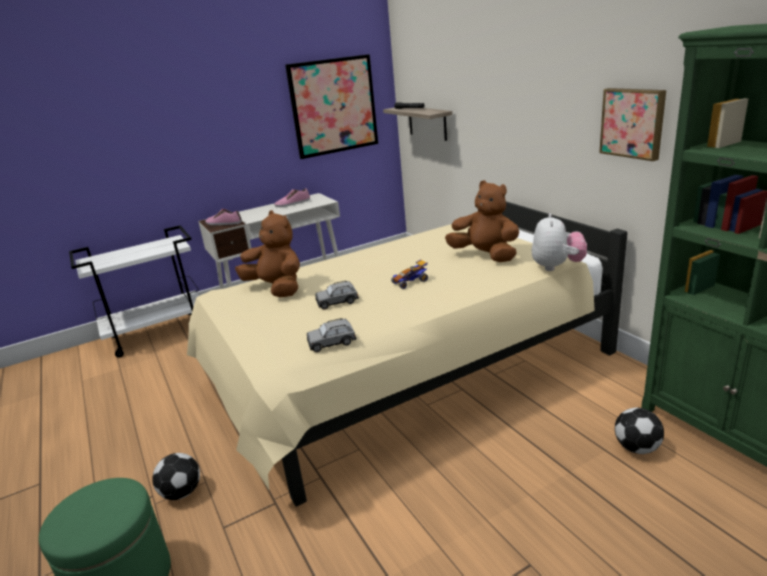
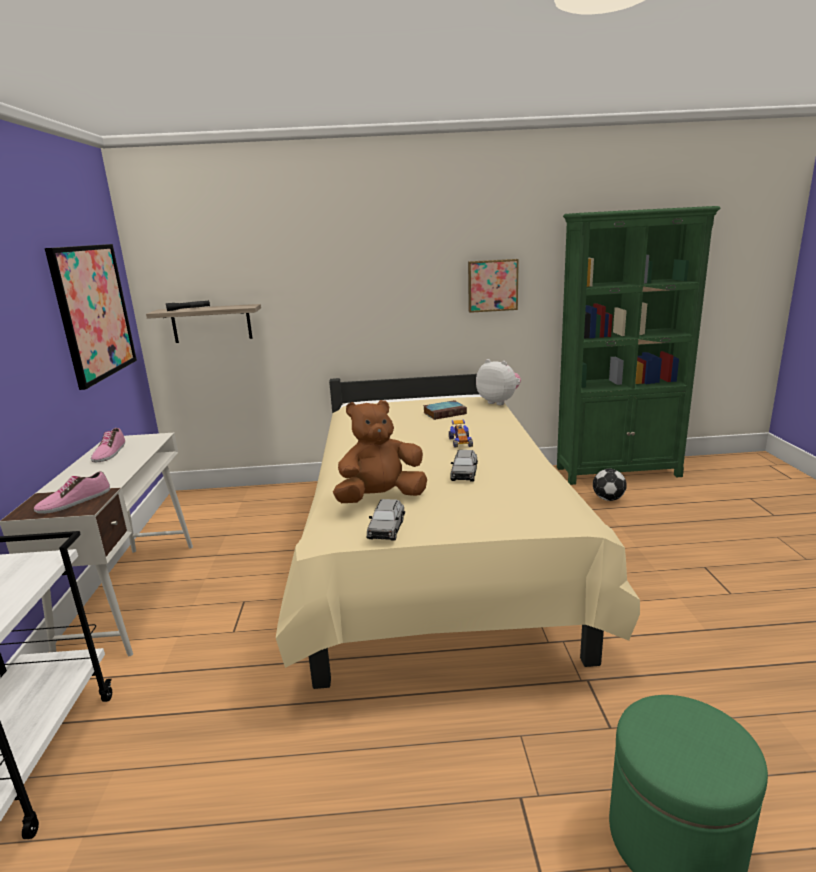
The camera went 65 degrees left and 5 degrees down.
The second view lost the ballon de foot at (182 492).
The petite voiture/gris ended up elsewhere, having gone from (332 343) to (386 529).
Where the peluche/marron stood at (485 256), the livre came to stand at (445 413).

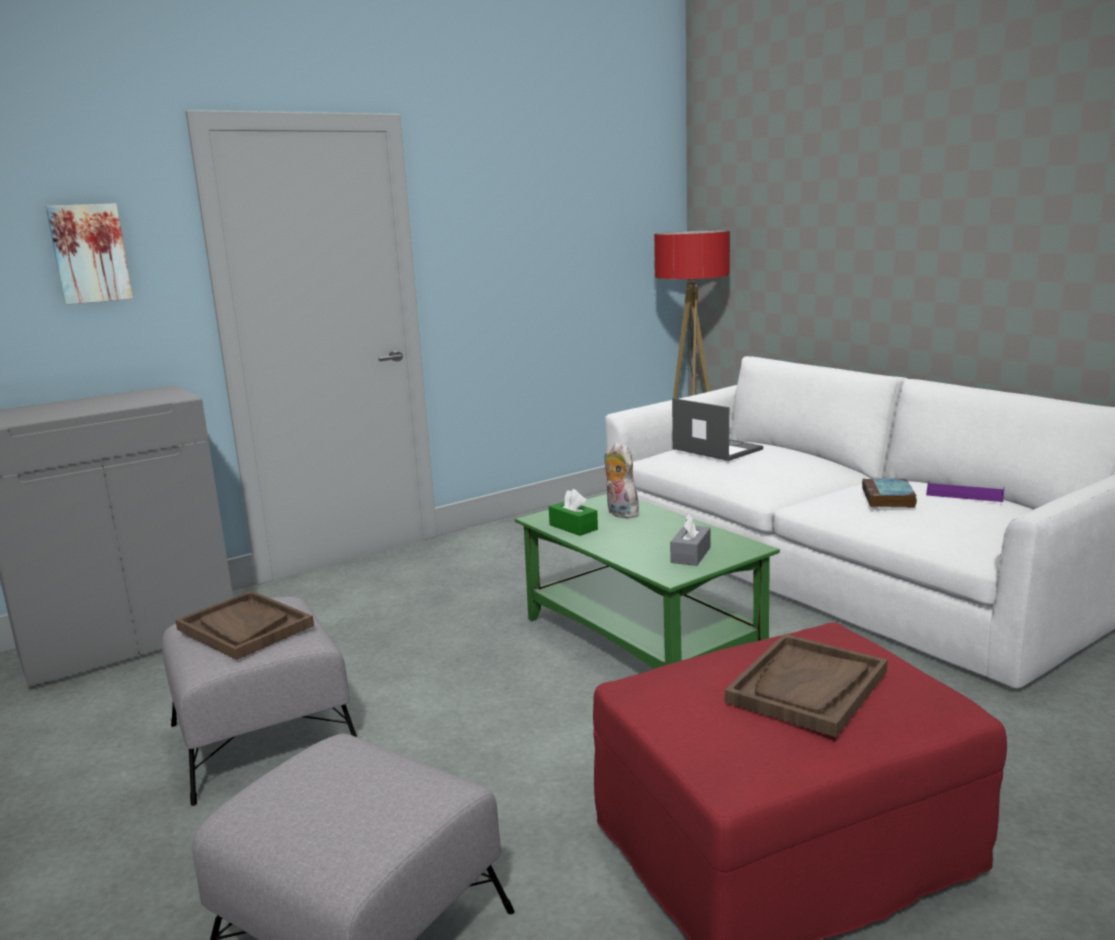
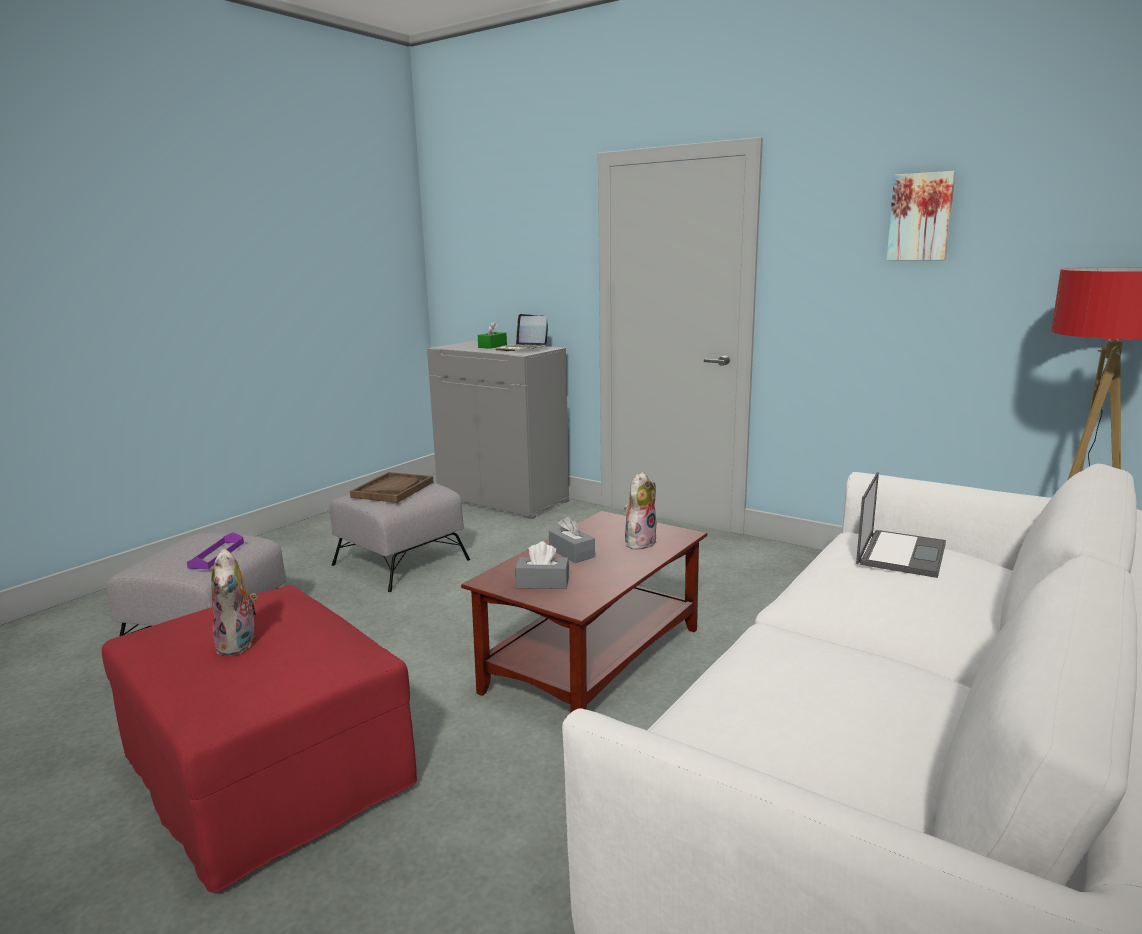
The camera went 70 degrees right and 0 degrees up.
The second view lost the livre at (889 498).
The second view gained the ordinateur portable at (522 349).
The second view gained the boîte à mouchoirs/gris at (571 553).
The tableau ended up elsewhere, having gone from (89 253) to (920 217).
The boîte à mouchoirs/vert ended up elsewhere, having gone from (573 527) to (492 346).
The plateau/violet ended up elsewhere, having gone from (964 495) to (216 555).
Where the plateau/marron stood at (807 687), the peluche came to stand at (239 644).
What was the table basse/vert at (643 640) turned into the table basse/marron at (594 661).

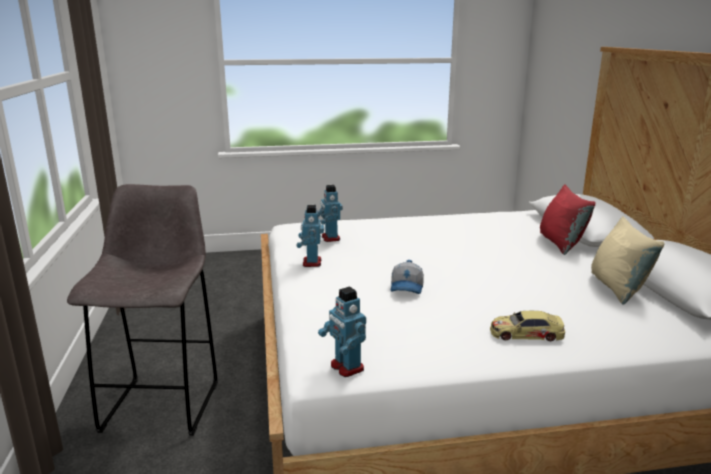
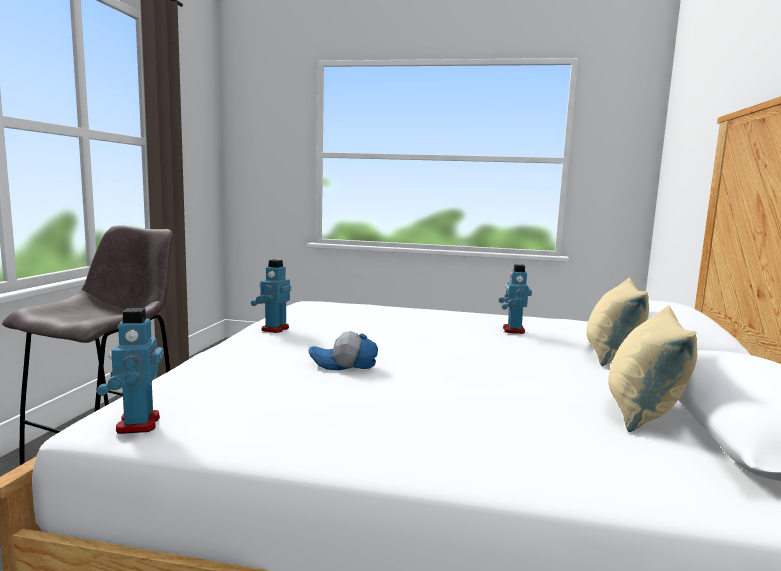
The camera went 20 degrees right and 10 degrees down.
The second view lost the petite voiture at (526 333).
The robot jouet ended up elsewhere, having gone from (330 238) to (513 330).
What was the coussin/rouge at (561 244) turned into the coussin/beige at (611 355).
The casquette at (407 287) ended up facing another way, 60 degrees clockwise from before.

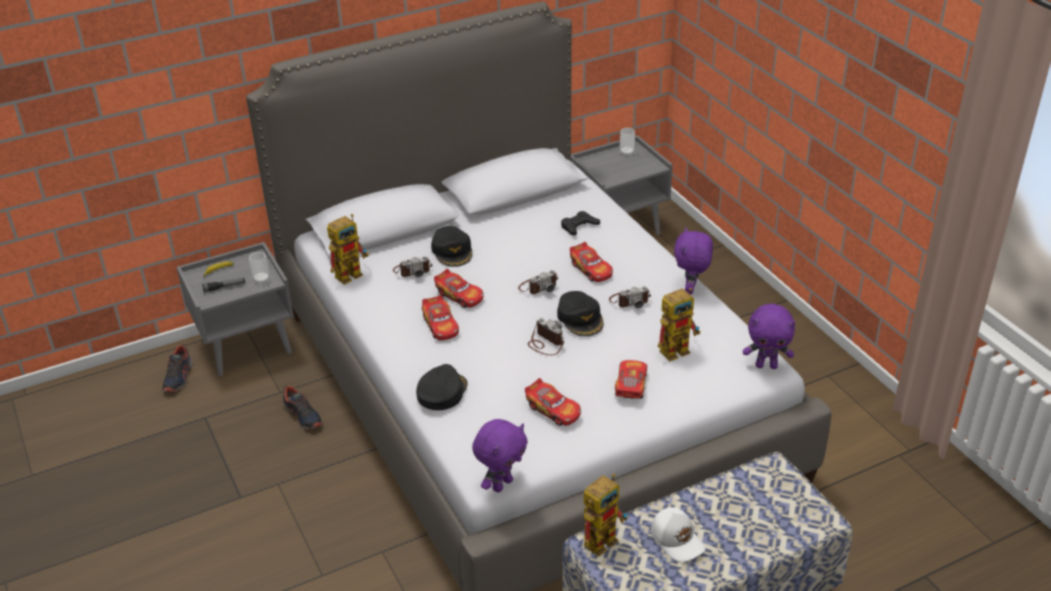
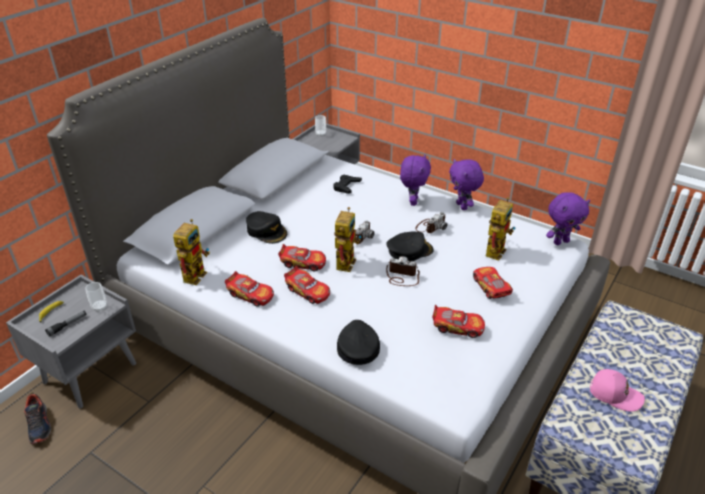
The camera went 30 degrees left and 0 degrees up.
The second view lost the chaussure at (303 415).
The second view lost the appareil photo at (412 270).
The peluche/violet ended up elsewhere, having gone from (501 484) to (412 201).
The petite voiture ended up elsewhere, having gone from (591 269) to (251 295).
The robot jouet ended up elsewhere, having gone from (603 537) to (345 261).
What was the casquette/blanc at (677 539) turned into the casquette/rose at (615 394).
The casquette/noir at (580 318) ended up facing another way, 60 degrees counterclockwise from before.

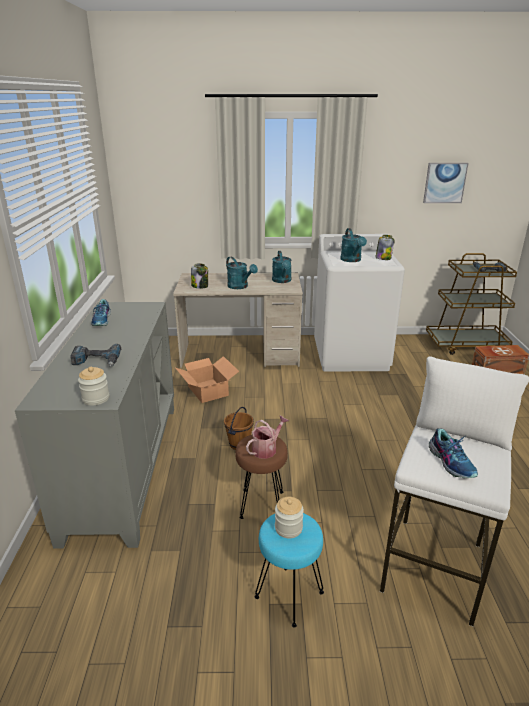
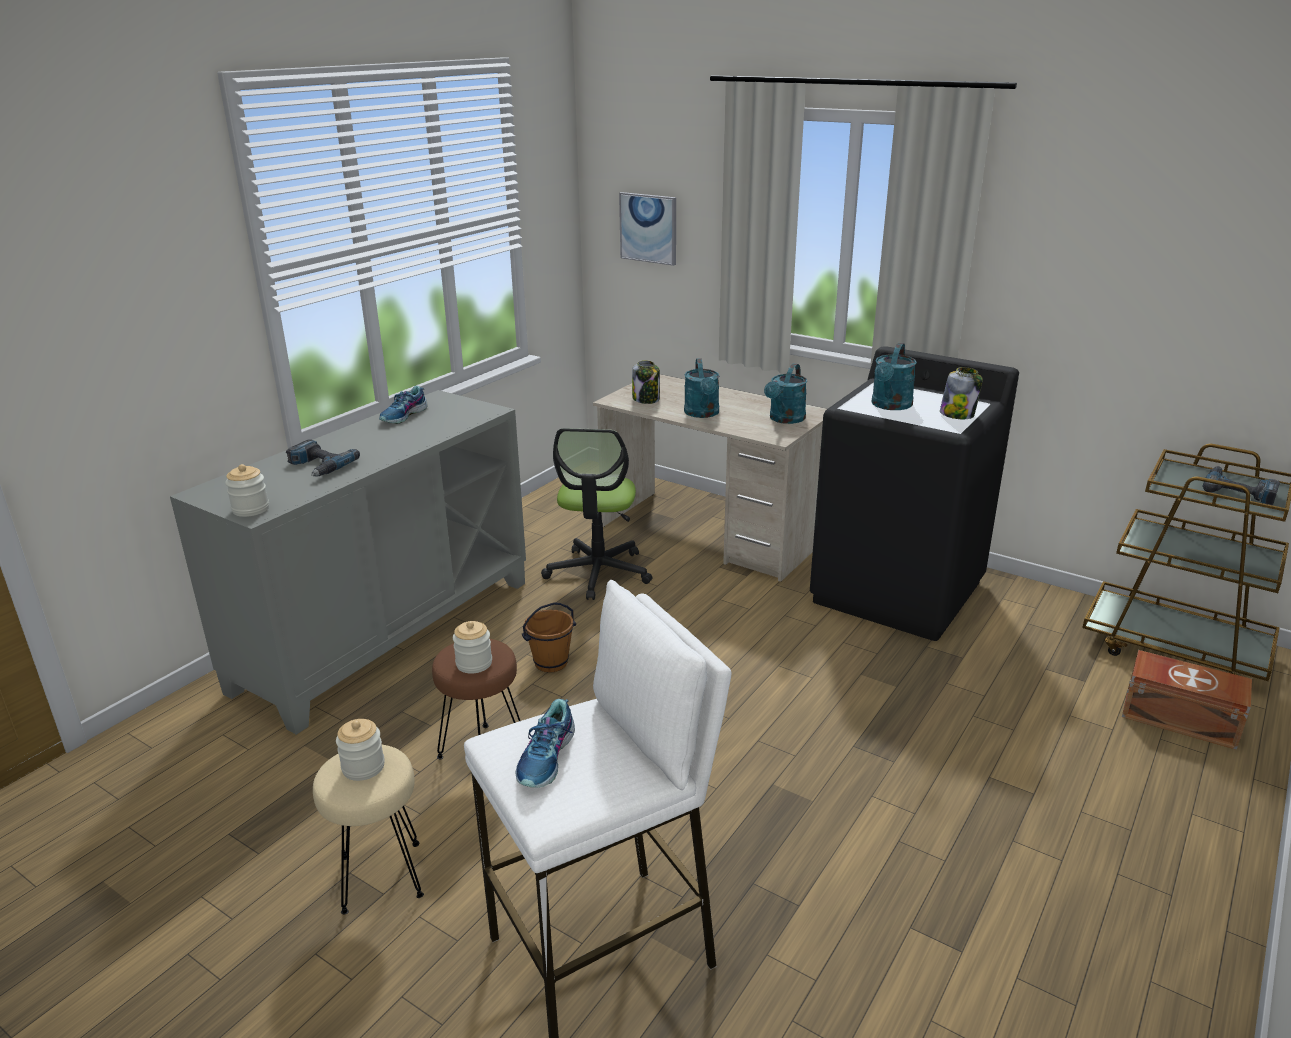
The camera went 35 degrees right and 0 degrees up.
The tableau ended up elsewhere, having gone from (444 183) to (648 228).
Where the carton stood at (207 391), the chaise de bureau came to stand at (598 573).
Where the arrosoir stood at (267 449), the bocal came to stand at (474 663).
What was the tabouret/turquoise at (288 596) turned into the tabouret/beige at (380 876).
What was the lave-linge/blanc at (351 355) turned into the lave-linge/noir at (898 592).

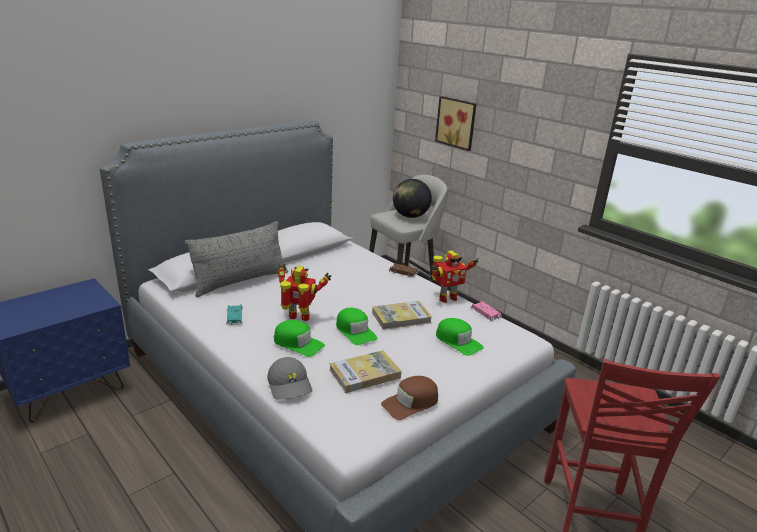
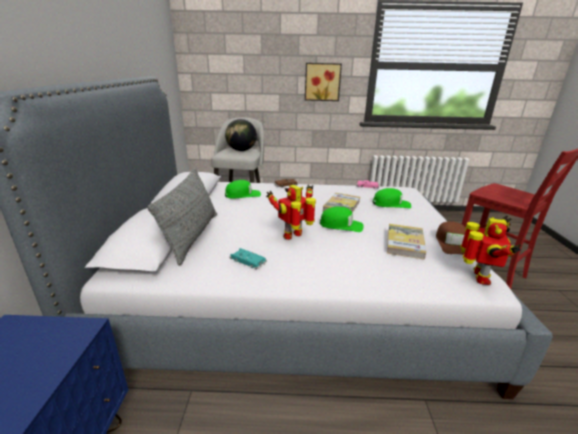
The camera went 45 degrees left and 0 degrees up.
The second view lost the casquette/gris at (290 385).
The casquette/vert ended up elsewhere, having gone from (298 343) to (243 194).
The robot jouet ended up elsewhere, having gone from (446 298) to (479 277).
The tableau ended up elsewhere, having gone from (457 123) to (322 82).

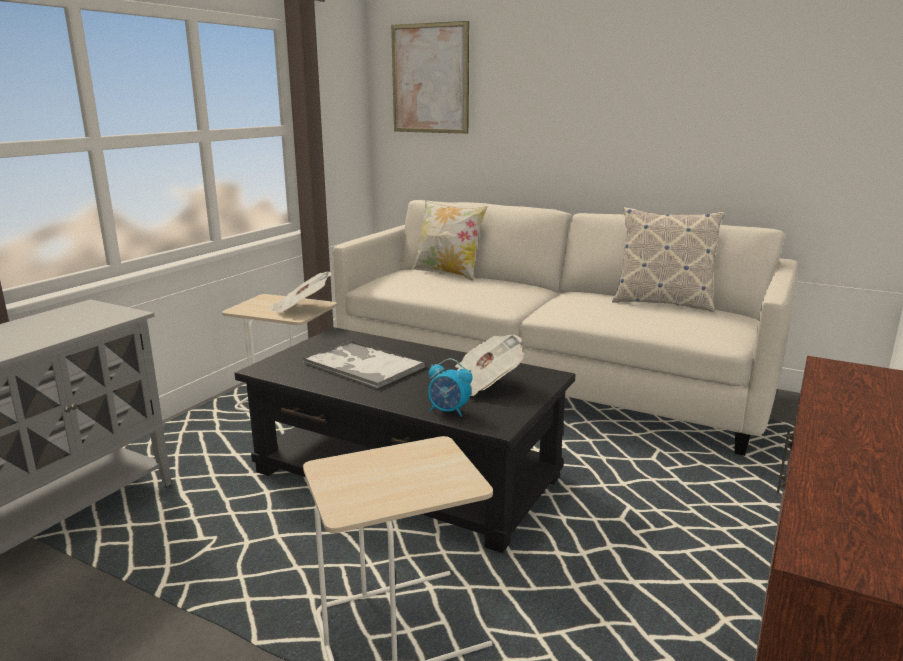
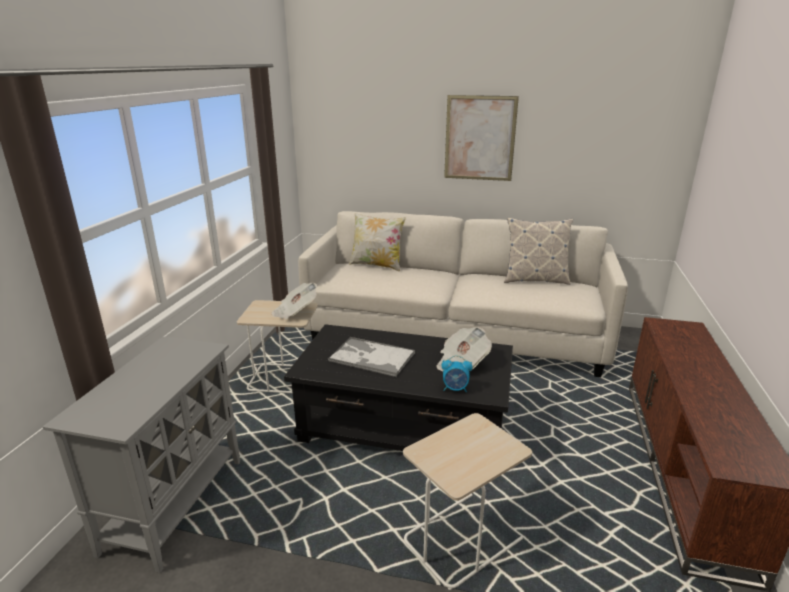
The camera went 15 degrees left and 5 degrees up.
The tableau ended up elsewhere, having gone from (430 79) to (479 138).

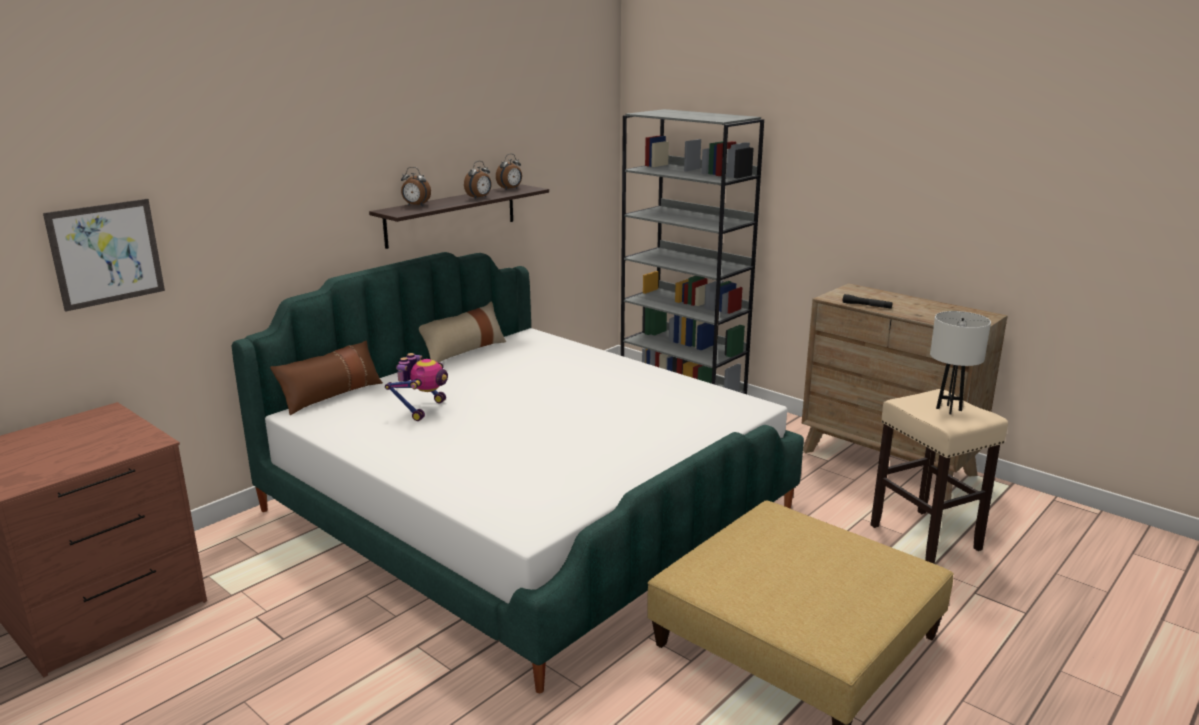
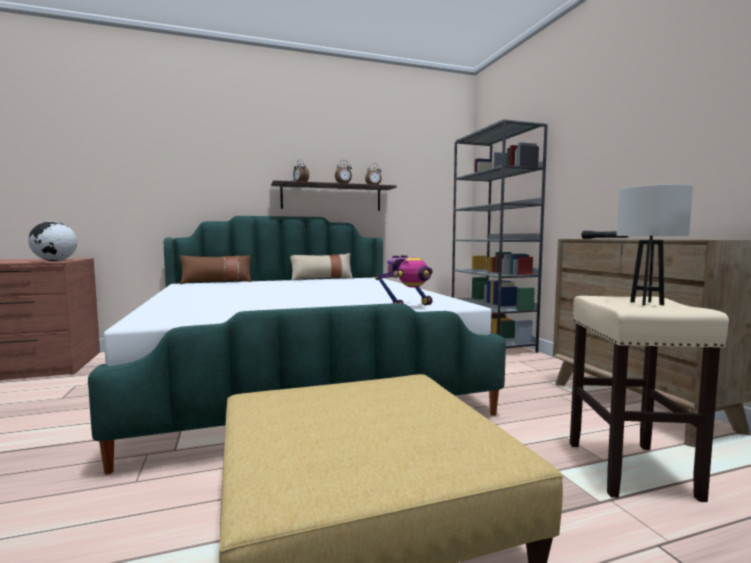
The camera went 30 degrees right and 15 degrees down.
The second view lost the tableau at (106 253).
The second view gained the globe at (54 261).
The robot jouet ended up elsewhere, having gone from (423 409) to (408 306).

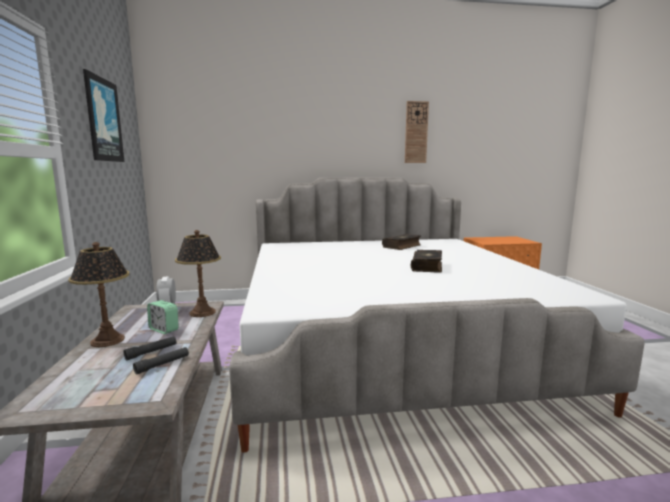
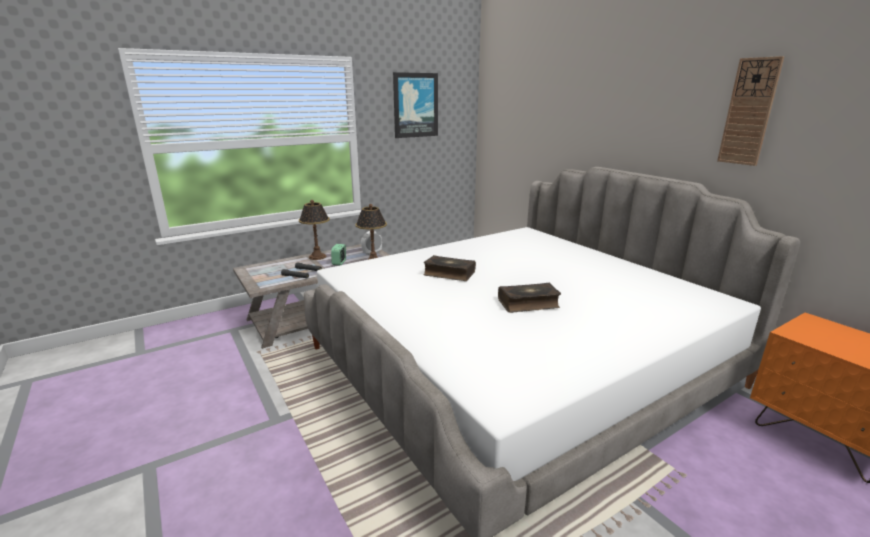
The camera went 65 degrees right and 10 degrees up.
The livre ended up elsewhere, having gone from (402 246) to (449 274).

